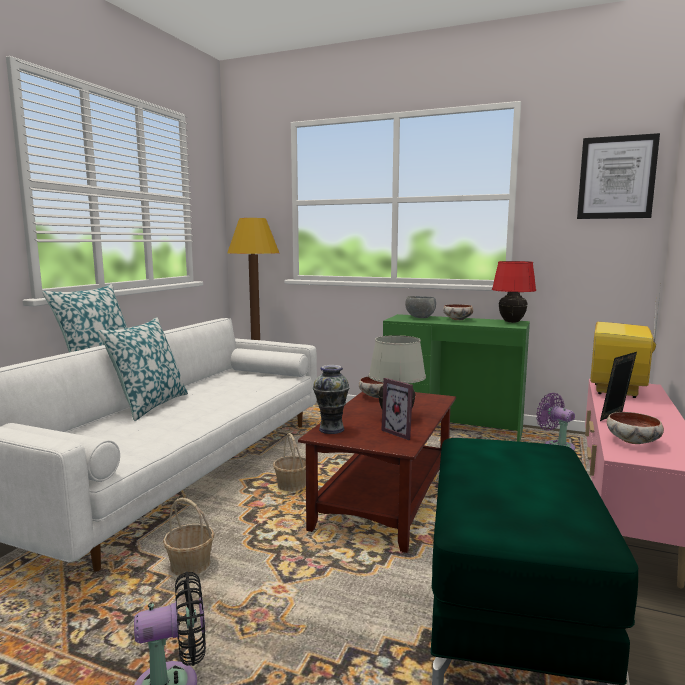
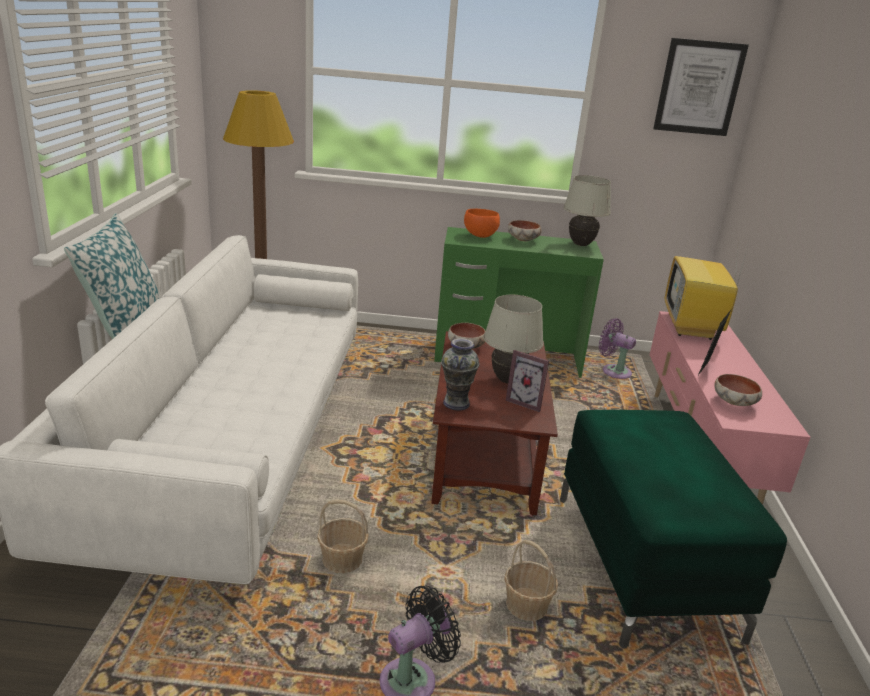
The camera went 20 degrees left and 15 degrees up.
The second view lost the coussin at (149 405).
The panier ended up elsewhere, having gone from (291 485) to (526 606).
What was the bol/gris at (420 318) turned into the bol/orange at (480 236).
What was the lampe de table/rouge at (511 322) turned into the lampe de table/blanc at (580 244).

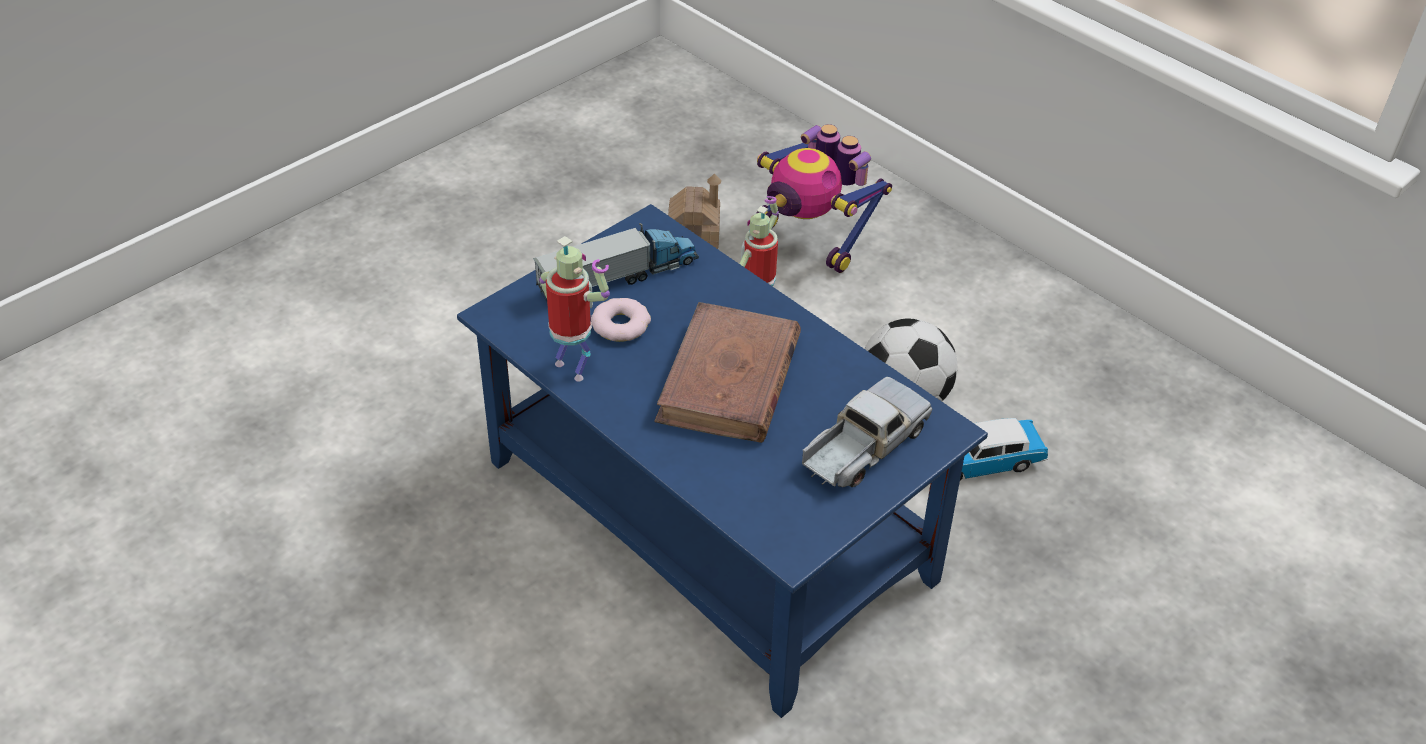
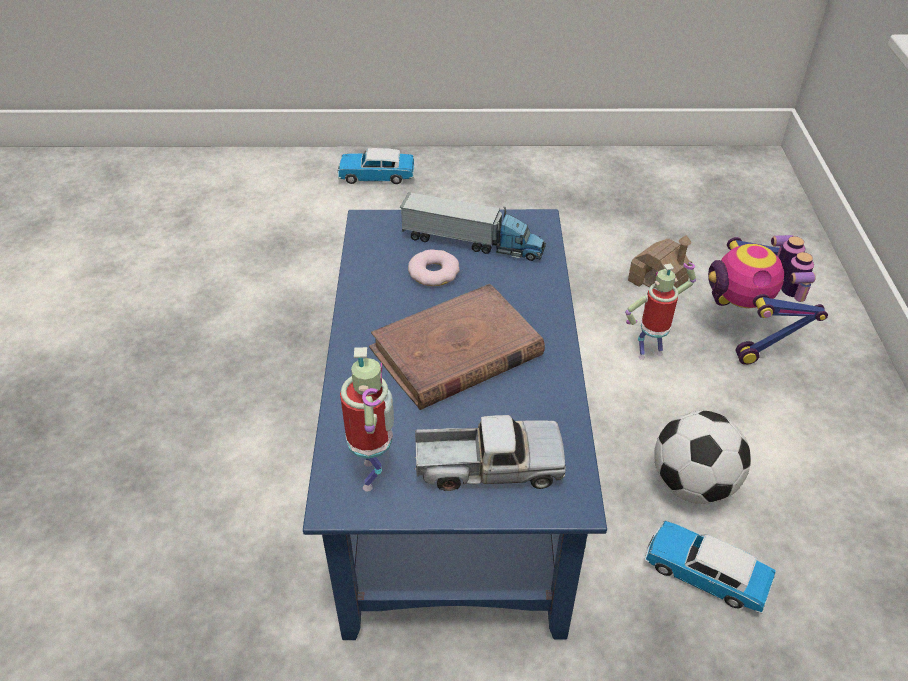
The camera went 45 degrees right and 0 degrees up.
The second view gained the petite voiture at (376 176).
The robot jouet ended up elsewhere, having gone from (574 368) to (374 475).

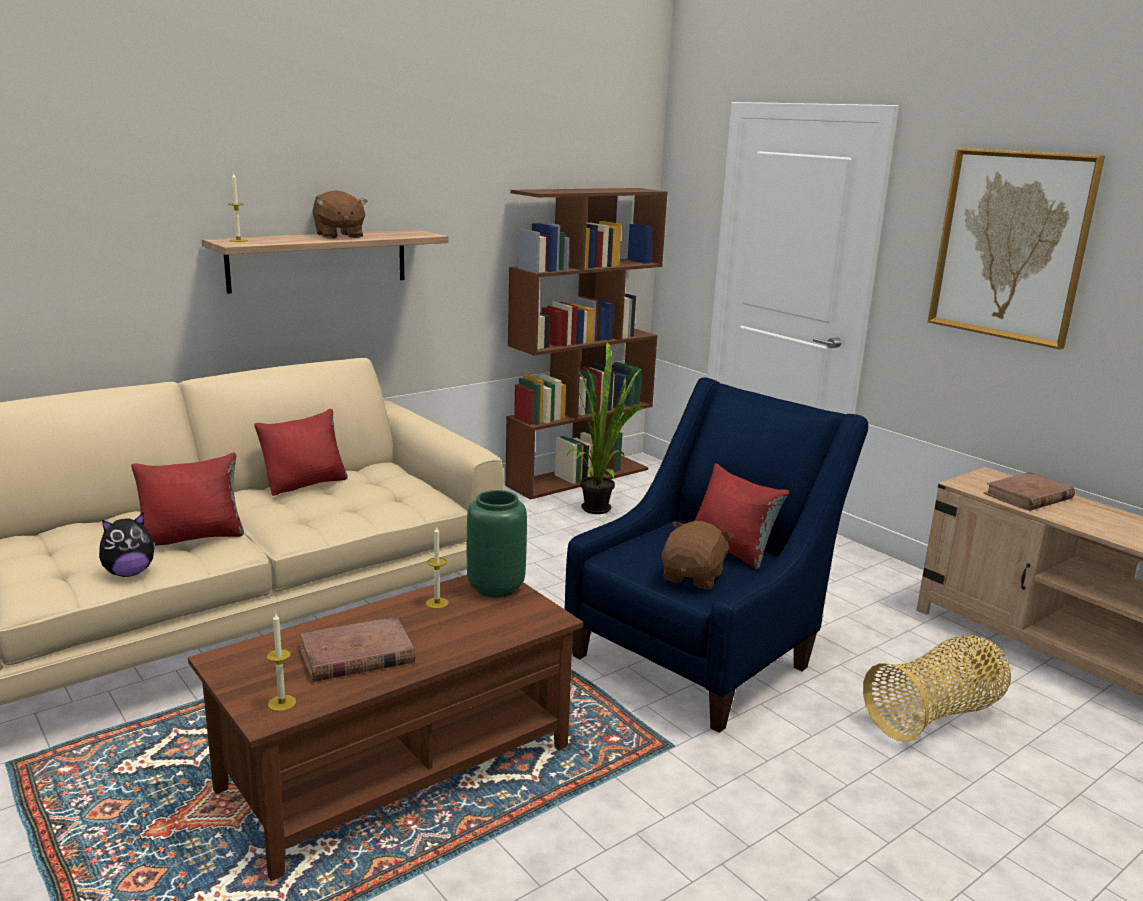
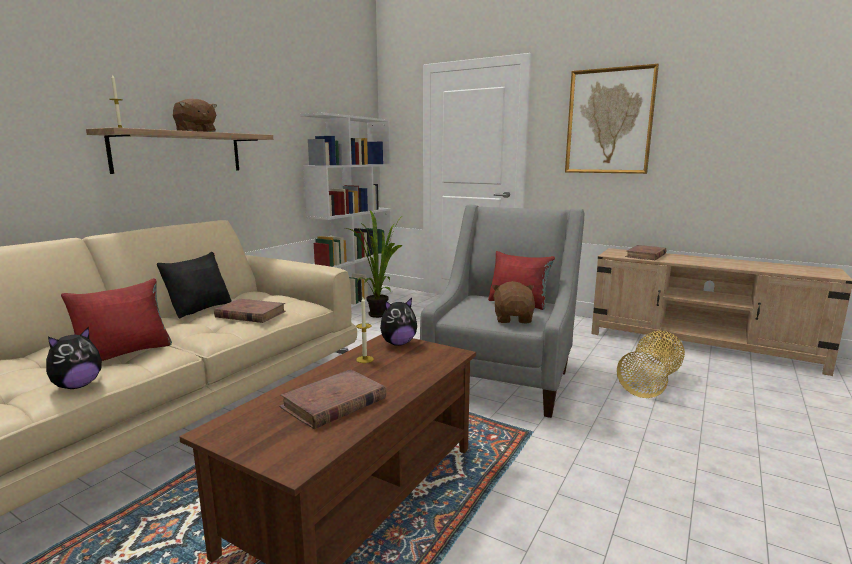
The camera went 20 degrees left and 5 degrees down.
The second view lost the bougie at (282 703).
The second view gained the livre/marron at (250 314).
Where the vase/vert stood at (496 587), the peluche came to stand at (398 343).
What was the coussin/rouge at (305 484) turned into the coussin/noir at (200 309).
What was the bibliothèque/marron at (578 477) turned into the bibliothèque/blanc at (354 301).
What was the fauteuil/bleu at (701 655) turned into the fauteuil/gris at (502 377).

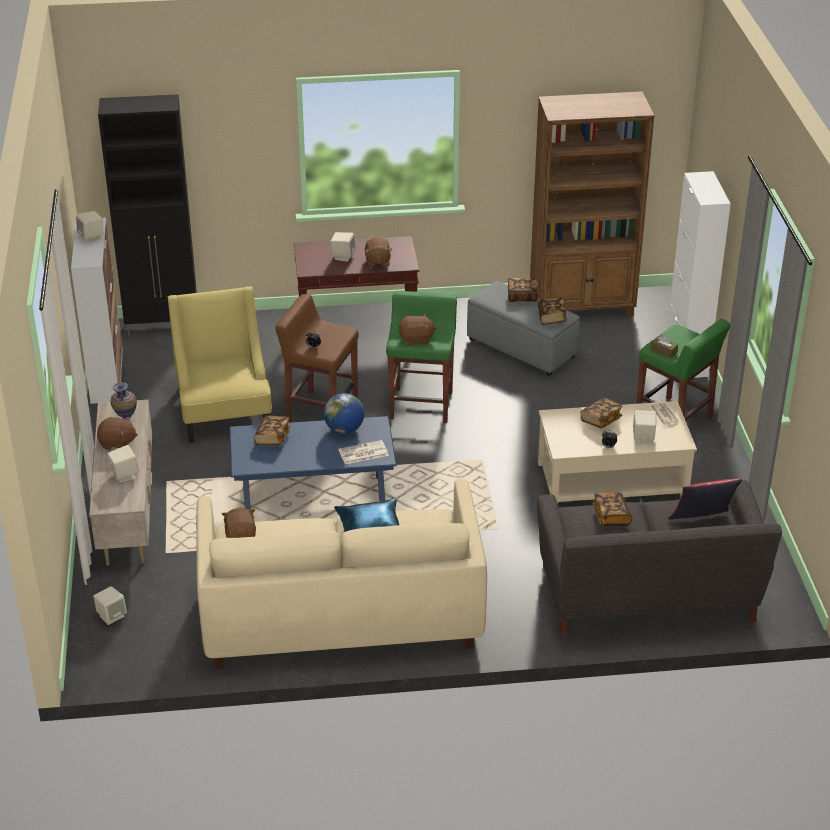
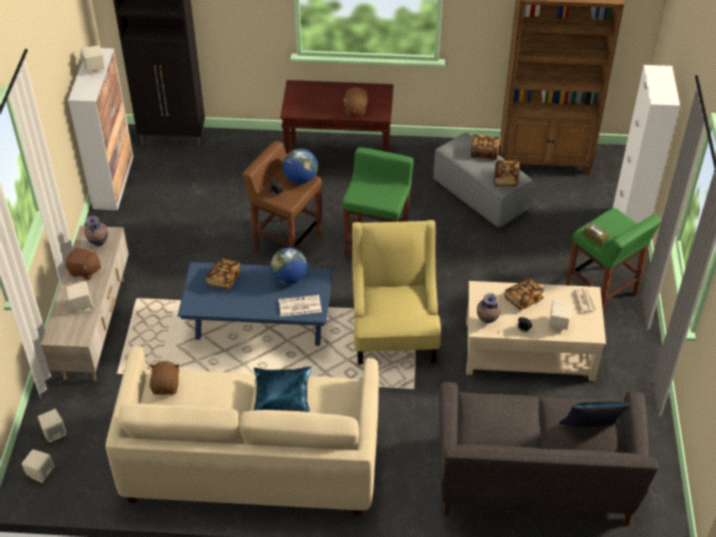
The camera went 10 degrees right and 10 degrees up.
The second view lost the peluche/marron at (416 339).
The second view lost the livre at (611 517).
The second view gained the globe at (300 179).
The second view gained the vase at (487 322).
The fauteuil/jaune ended up elsewhere, having gone from (224 410) to (394 329).
The enceinte/beige ended up elsewhere, having gone from (343 256) to (40 473).
What was the coussin/rouge at (701 522) turned into the coussin/bleu at (590 431).

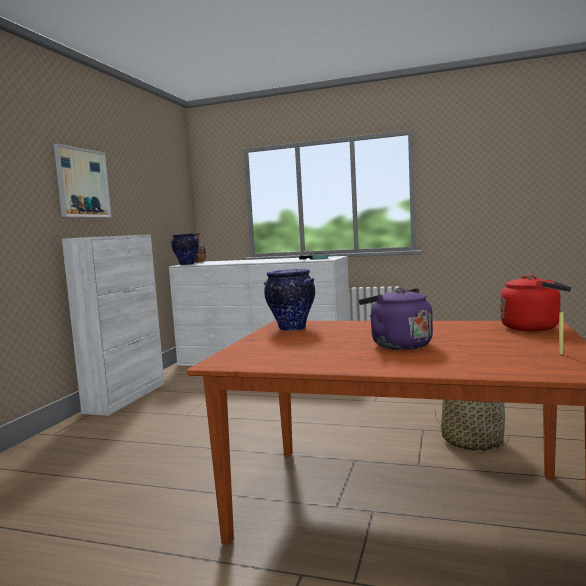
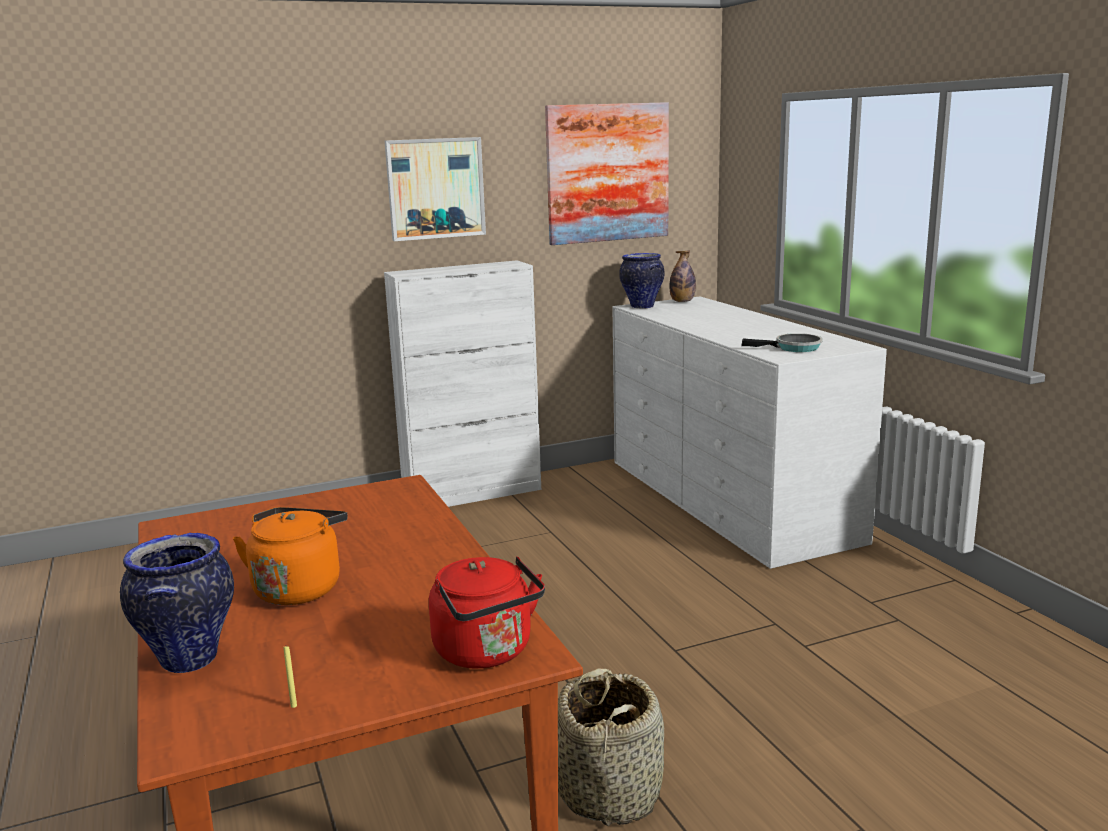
The camera went 50 degrees right and 10 degrees up.
The second view gained the tableau at (607 173).
The vase ended up elsewhere, having gone from (291 328) to (189 658).
What was the bouilloire/violet at (397 345) turned into the bouilloire/orange at (299 587).

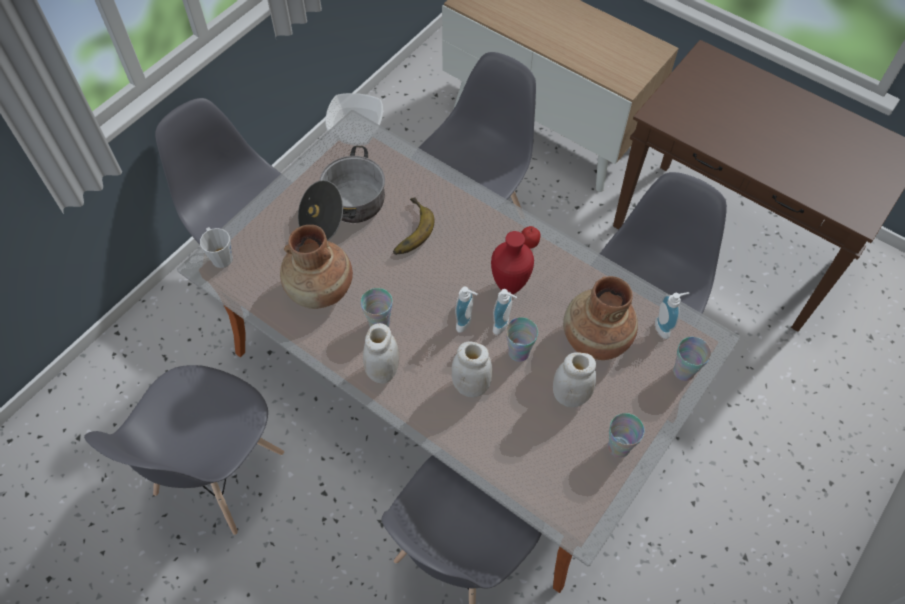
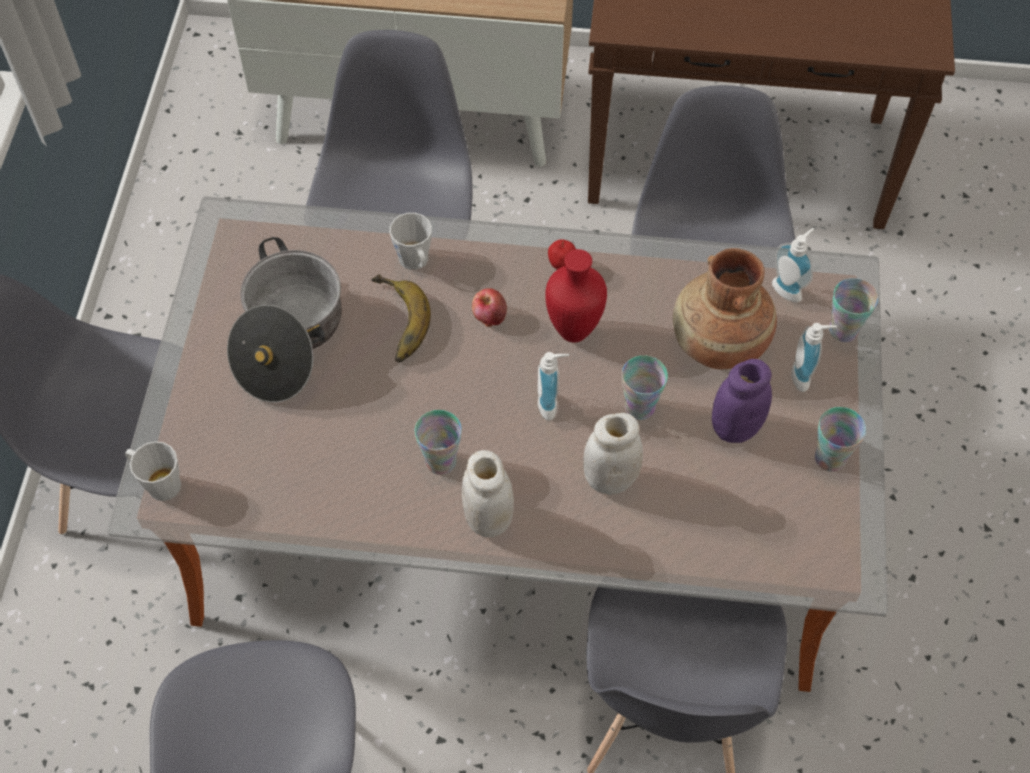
The camera went 30 degrees left and 0 degrees up.
The second view lost the vase/marron at (320 290).
The second view lost the bol at (356 133).
The second view gained the mug/gris at (415 262).
The second view gained the pomme at (489 316).
The distributeur de savon ended up elsewhere, having gone from (503 326) to (805 376).
What was the bocal/blanc at (570 395) turned into the bocal/violet at (735 427).

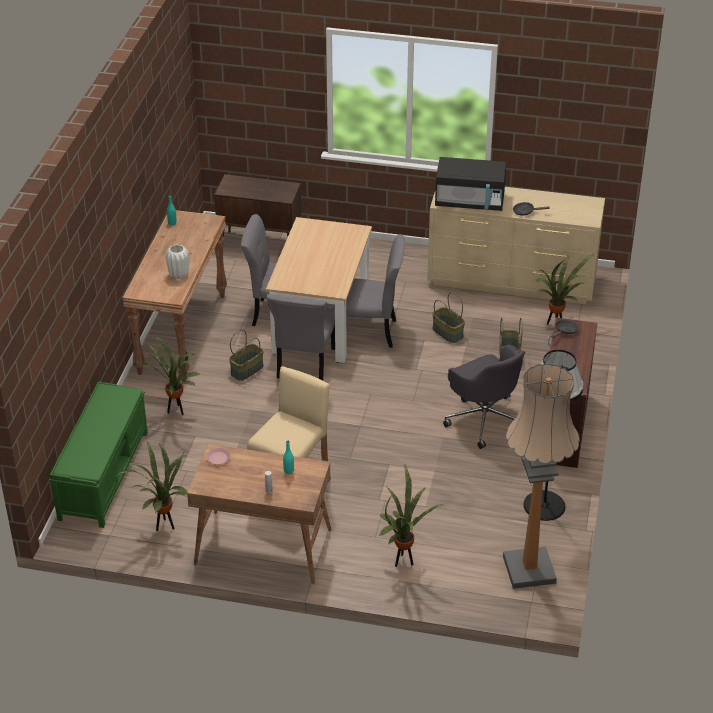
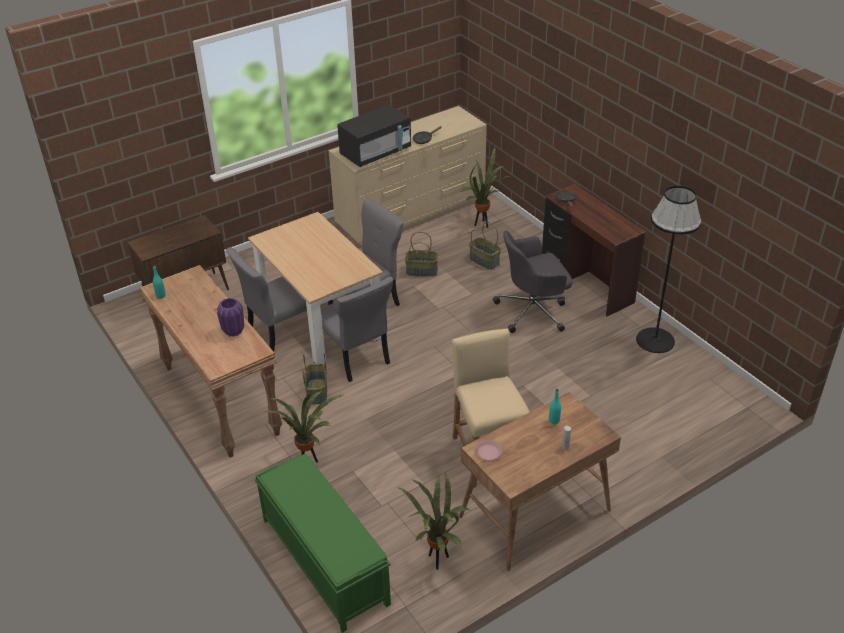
The camera went 45 degrees left and 0 degrees up.
The second view lost the plante en pot at (404 561).
The second view lost the lampadaire at (529 569).
What was the vase/blanc at (178 275) turned into the vase/violet at (233 331).
The chaise de bureau/gris at (484 419) ended up facing another way, 150 degrees clockwise from before.

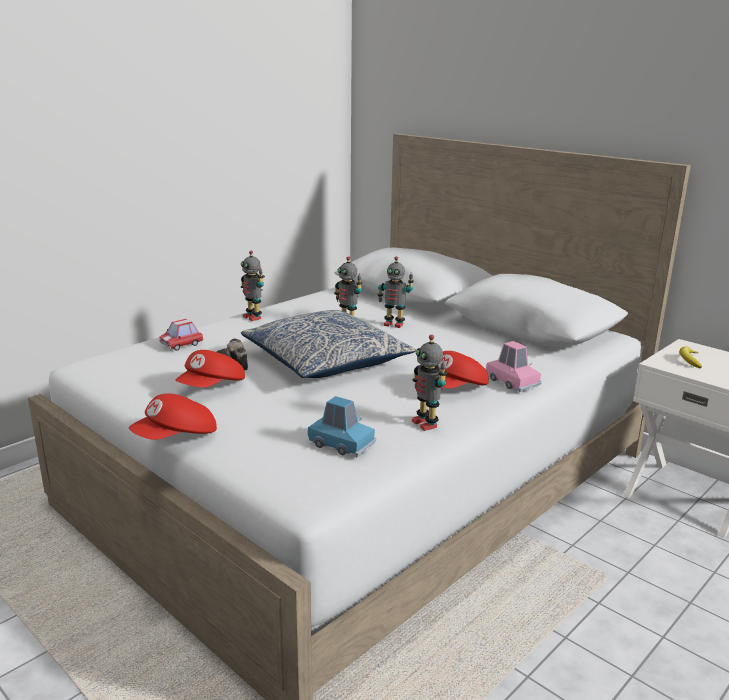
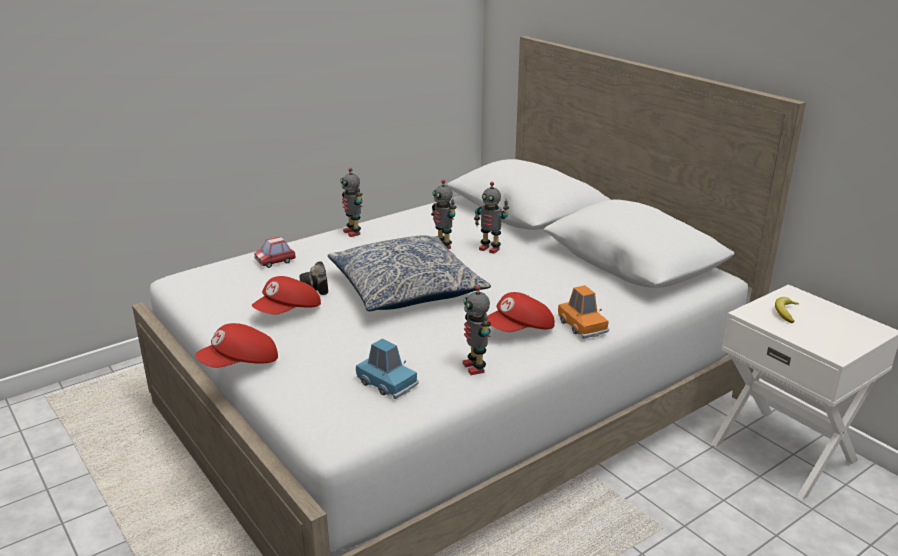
The camera went 10 degrees right and 5 degrees up.
What was the petite voiture/rose at (512 382) turned into the petite voiture/orange at (582 326).

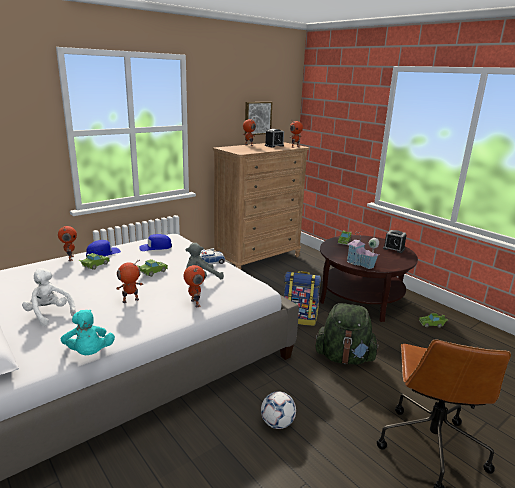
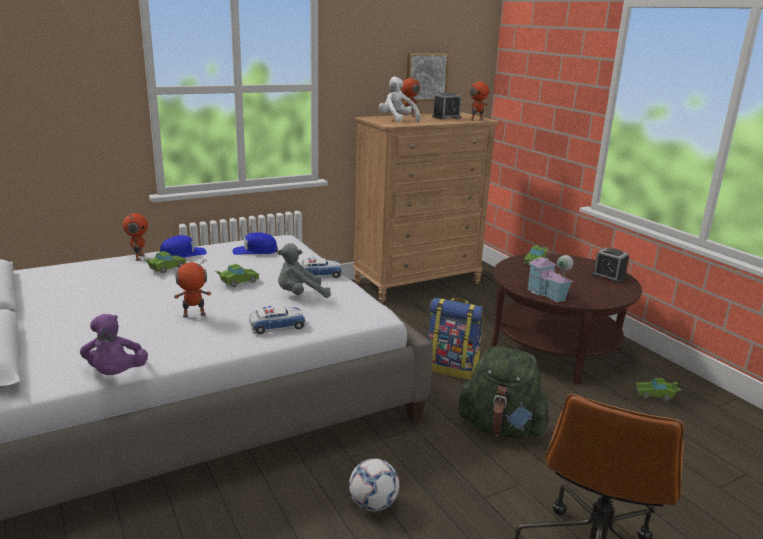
The camera went 10 degrees right and 0 degrees up.
The peluche/blanc ended up elsewhere, having gone from (49 314) to (397 120).
Where the robot jouet stood at (194 303), the petite voiture came to stand at (277 326).
What was the peluche/turquoise at (89 353) turned into the peluche/violet at (116 374).

